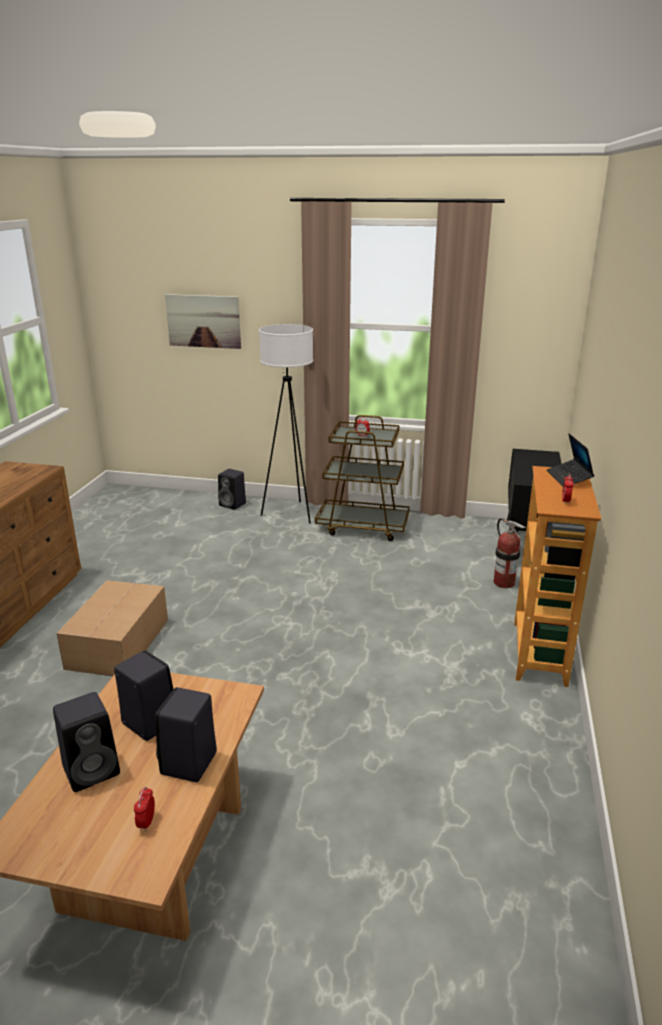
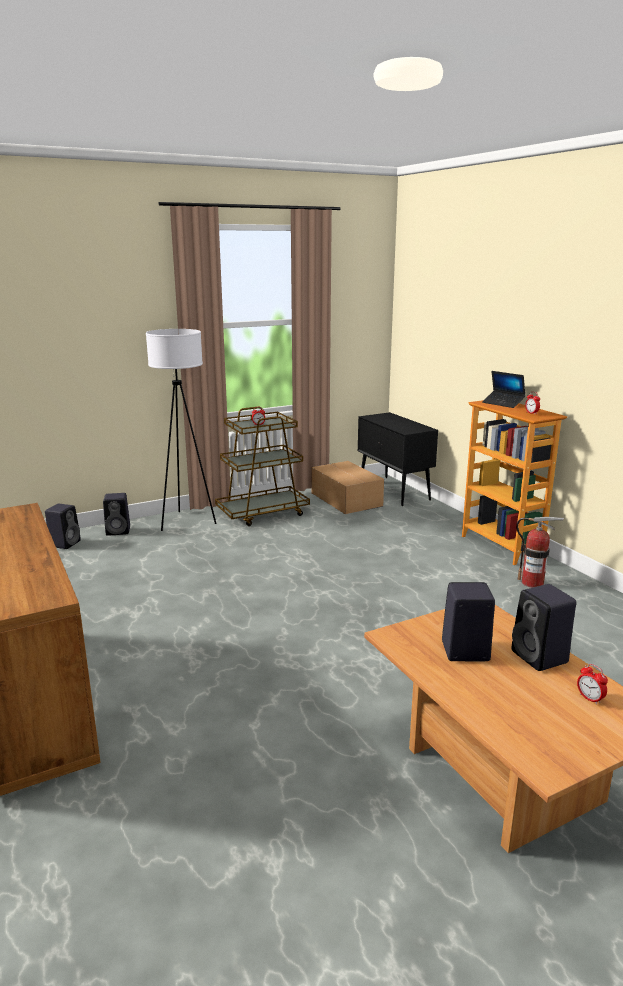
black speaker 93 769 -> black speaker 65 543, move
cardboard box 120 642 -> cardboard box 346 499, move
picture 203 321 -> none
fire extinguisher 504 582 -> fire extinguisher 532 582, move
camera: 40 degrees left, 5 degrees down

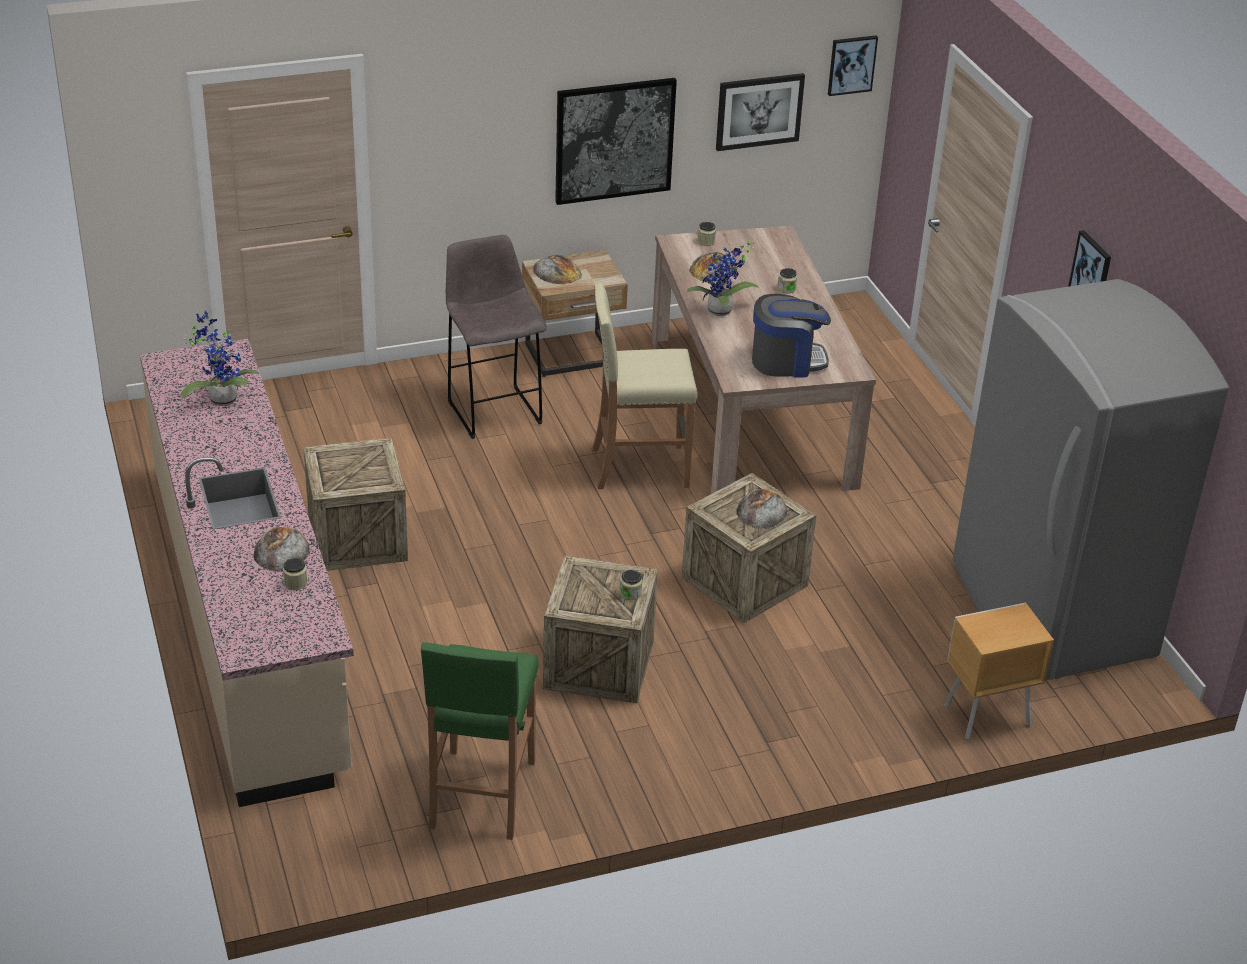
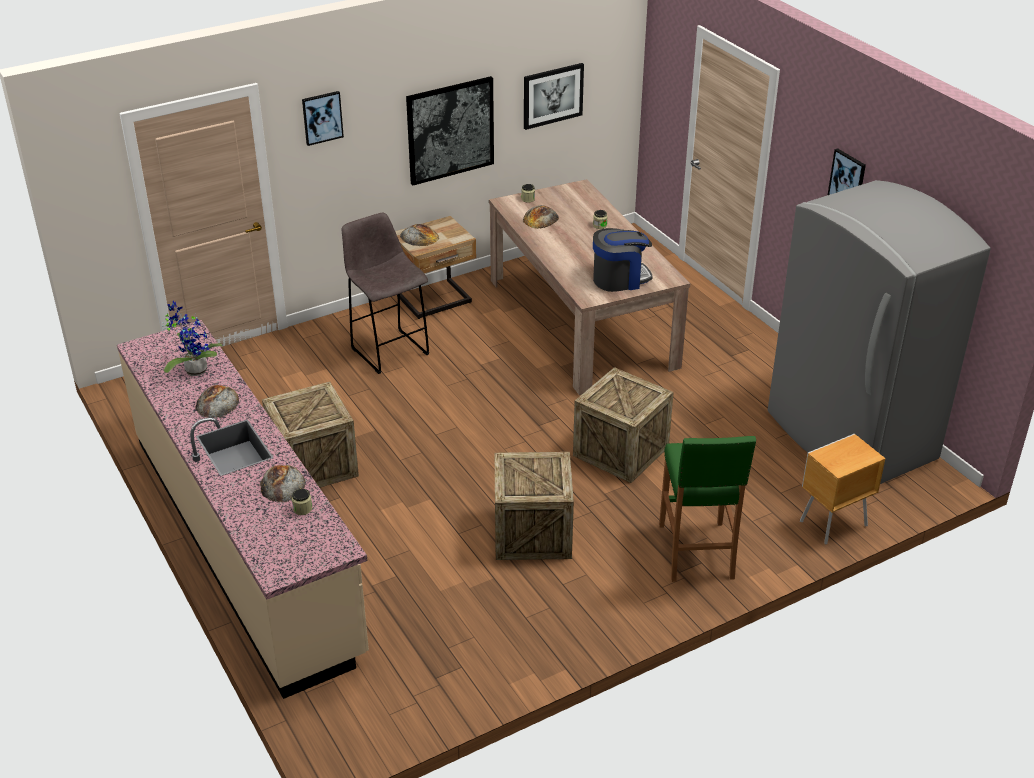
green stool 481 795 -> green stool 696 552, move
beige stool 638 467 -> none
jar 630 593 -> none
potted plant 721 312 -> none
bread 761 510 -> bread 217 403, move
picture 851 64 -> picture 322 117, move
camera: 10 degrees left, 0 degrees up

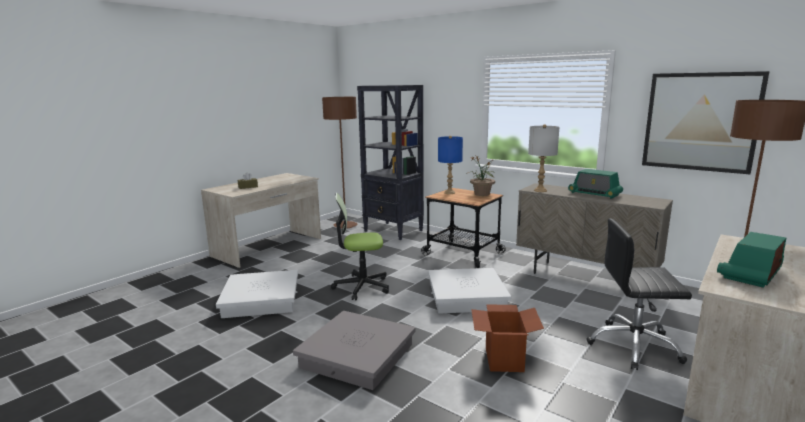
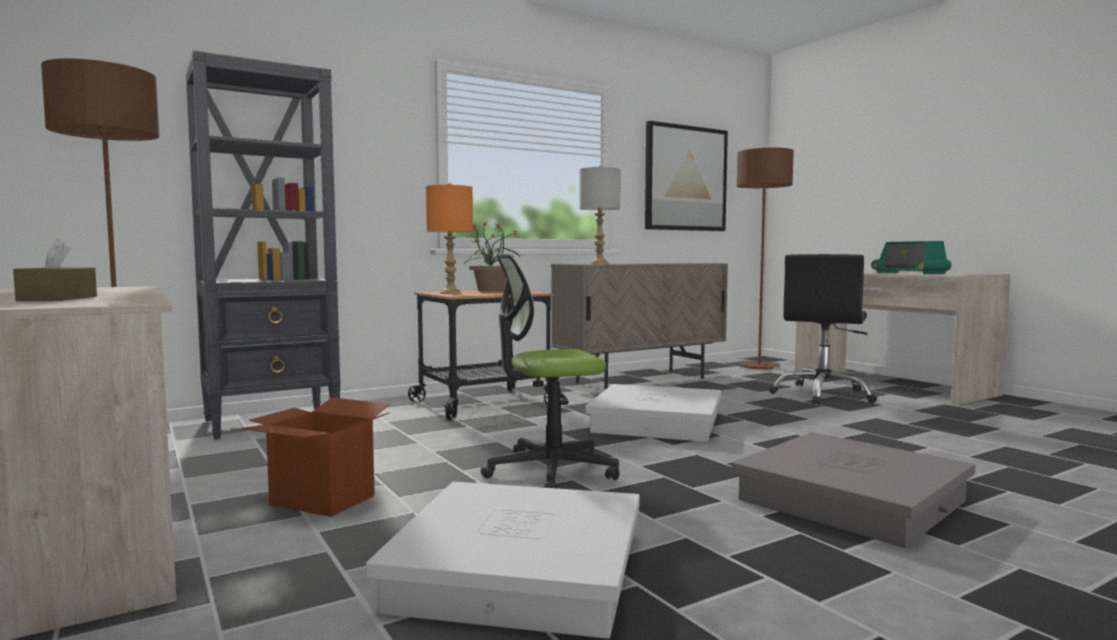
office chair 361 287 -> office chair 550 471, 60 degrees clockwise
blue table lamp 449 193 -> orange table lamp 450 293
cardboard box 504 359 -> cardboard box 322 500, move
radio 594 194 -> none
camera: 70 degrees left, 10 degrees down

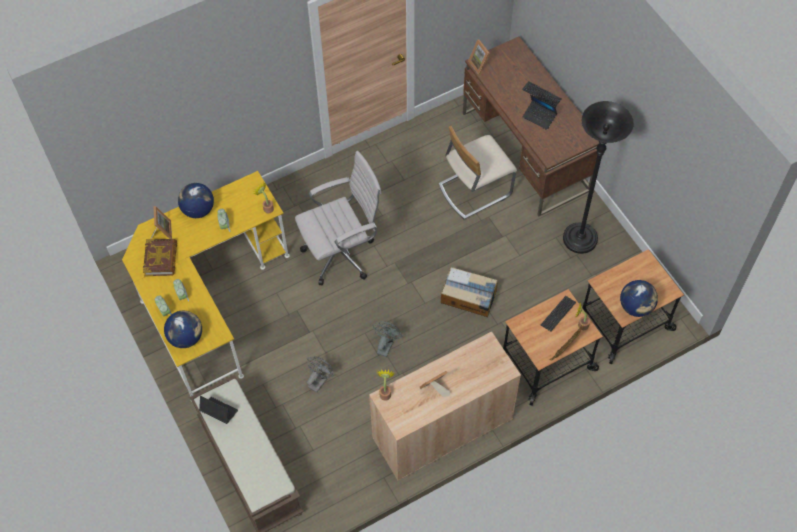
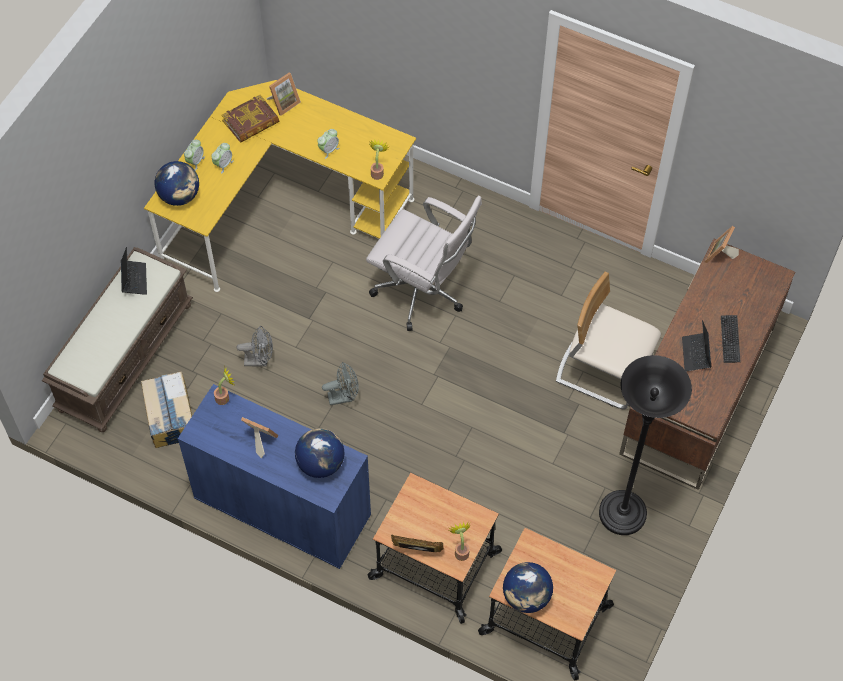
globe 198 210 -> globe 320 463, move
beige cabinet 442 429 -> blue cabinet 282 507
cardboard box 469 297 -> cardboard box 170 416, move
keyboard 558 314 -> none
camera: 55 degrees right, 0 degrees up

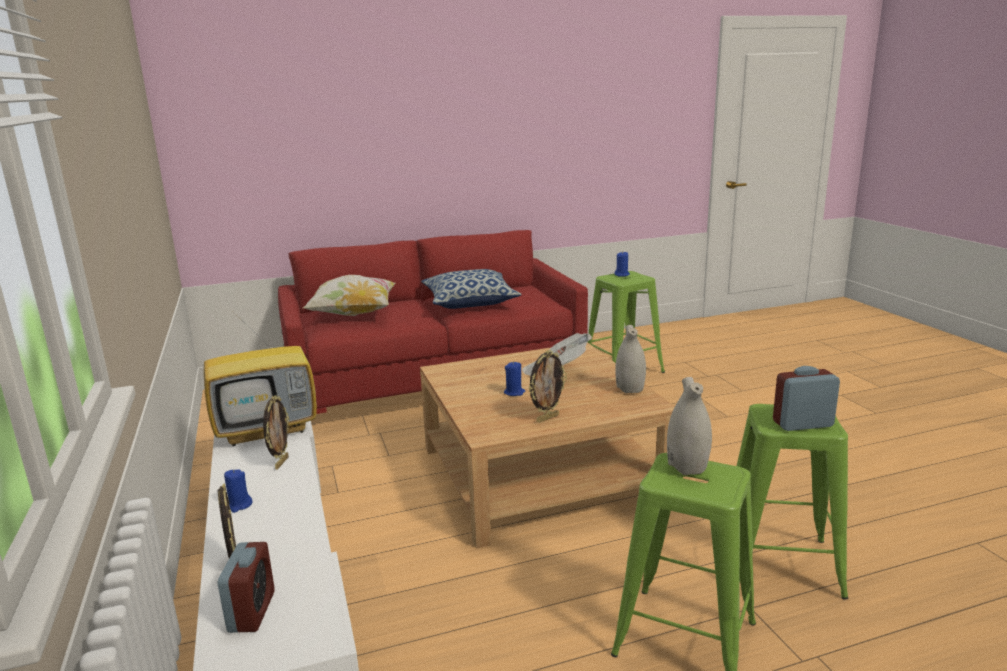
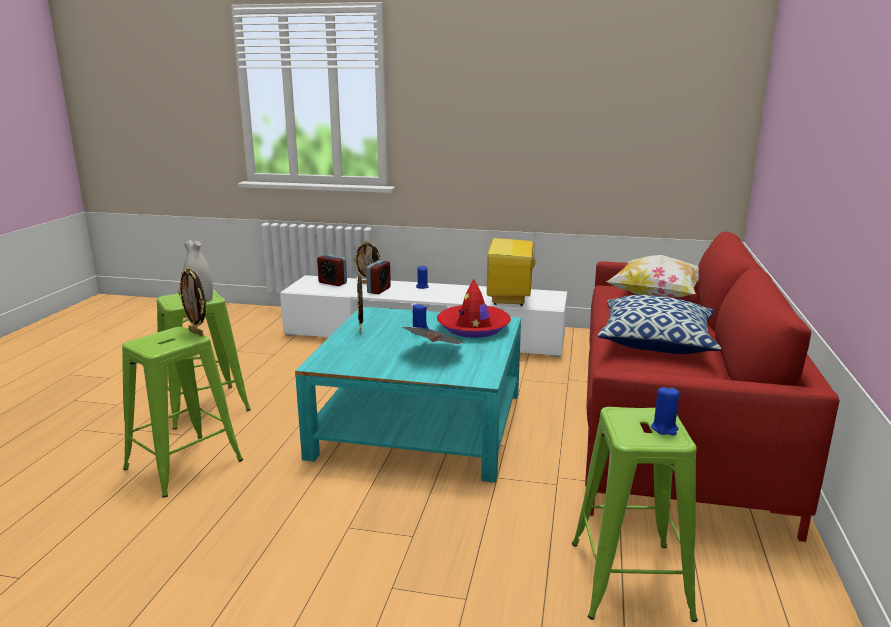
picture frame 281 463 -> picture frame 197 332, move
beige coffee table 540 473 -> turquoise coffee table 420 423
white vase 629 389 -> none
alarm clock 802 424 -> alarm clock 379 290, move
none -> red hat 473 328
camera: 120 degrees right, 0 degrees up

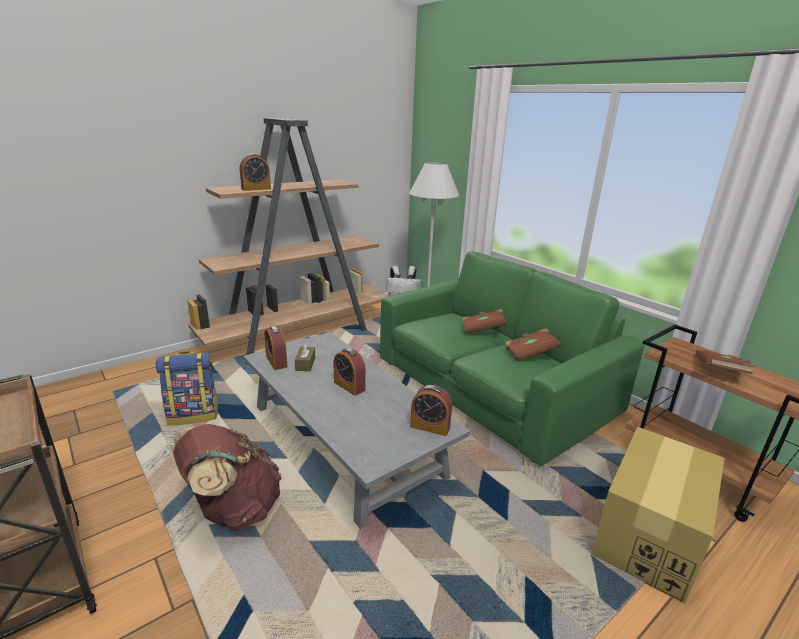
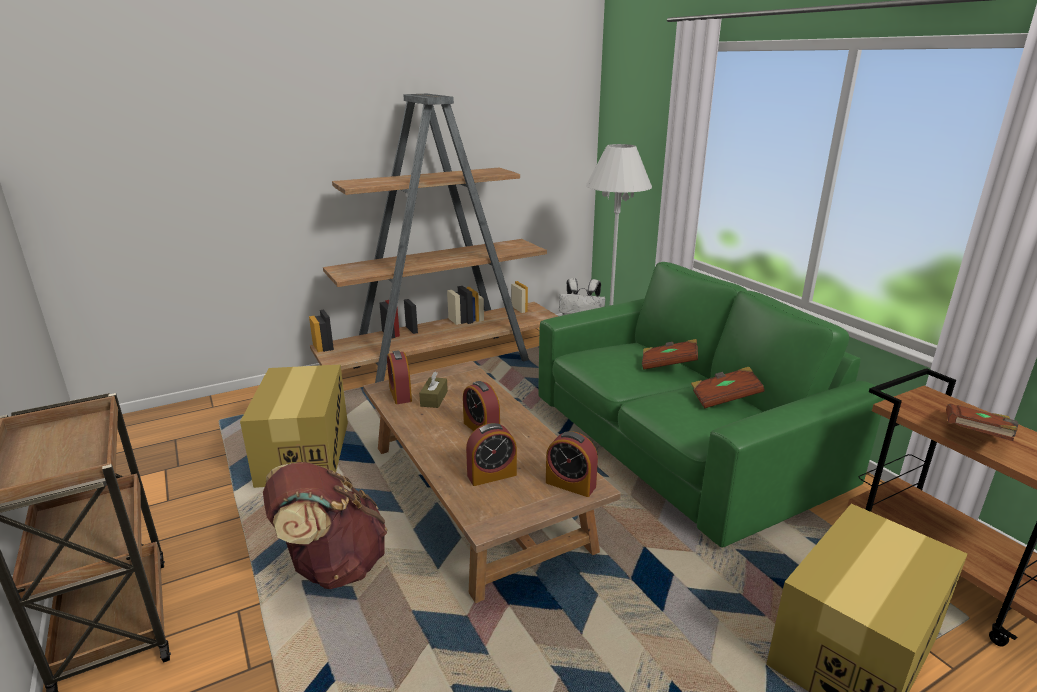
backpack 194 415 -> cardboard box 304 453
alarm clock 256 189 -> alarm clock 492 475, move
grey coffee table 346 439 -> brown coffee table 478 495
camera: 10 degrees right, 0 degrees up

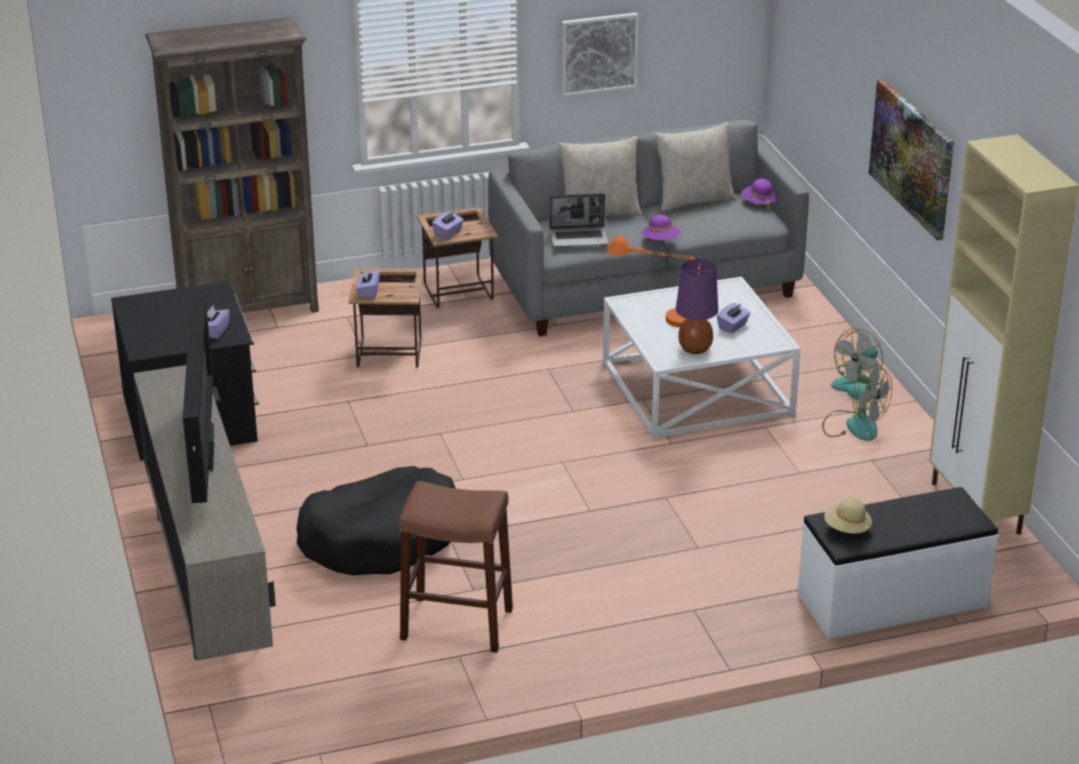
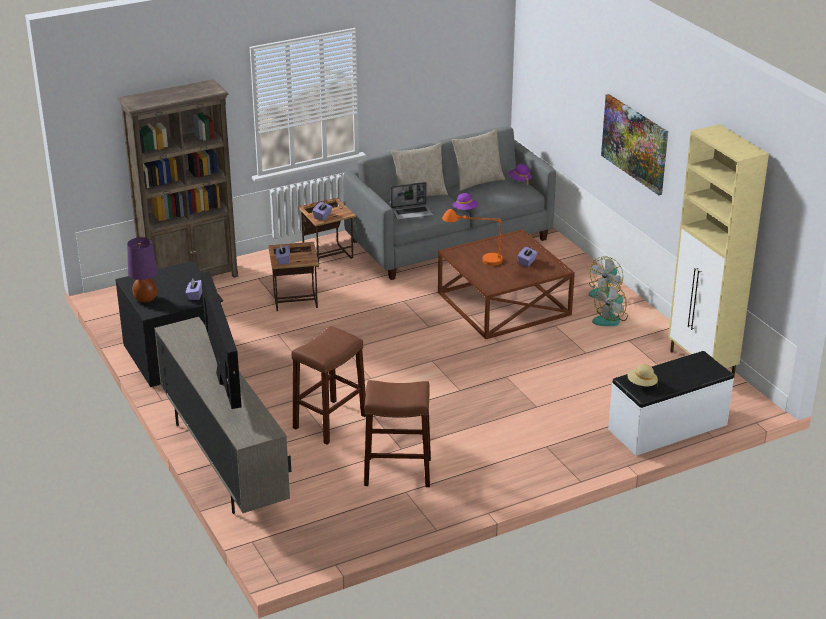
black dog bed 381 538 -> brown stool 330 422
picture 598 53 -> none
white coffee table 696 386 -> brown coffee table 503 303
purple table lamp 695 348 -> purple table lamp 146 299, move
fan 854 425 -> fan 610 319, 105 degrees clockwise
camera: 10 degrees left, 0 degrees up

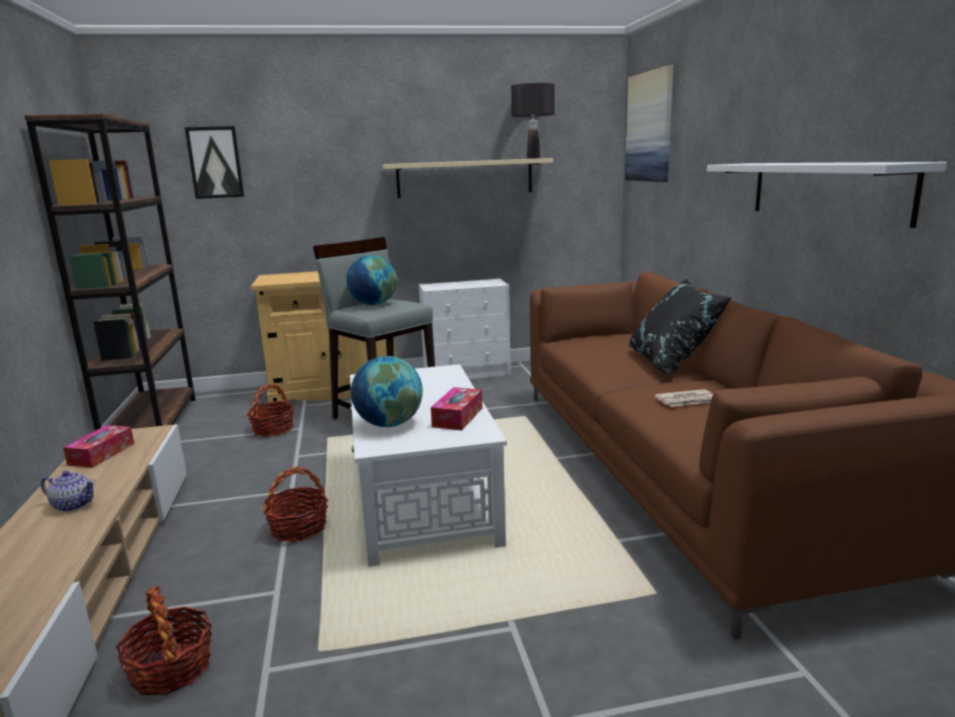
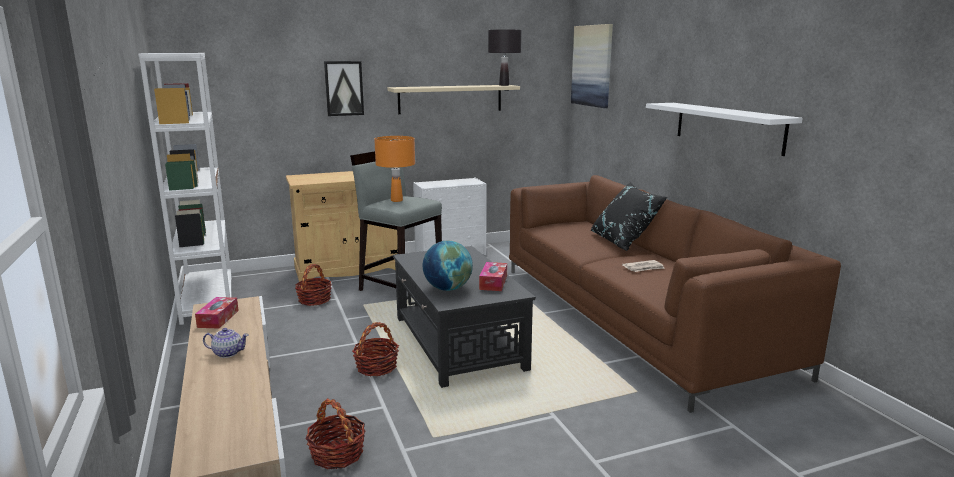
brown bookcase 153 424 -> white bookcase 208 299
picture 215 162 -> picture 344 88, move
globe 373 304 -> orange table lamp 396 200
white coffee table 422 498 -> black coffee table 458 343
camera: 10 degrees left, 0 degrees up

